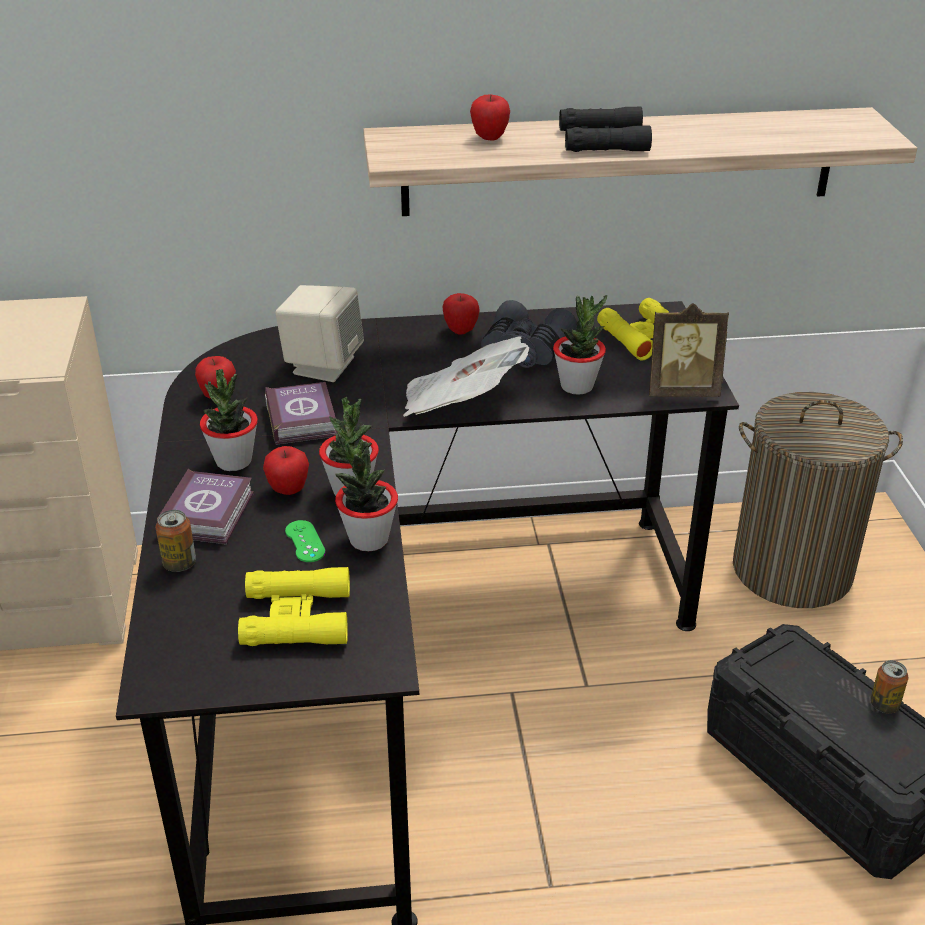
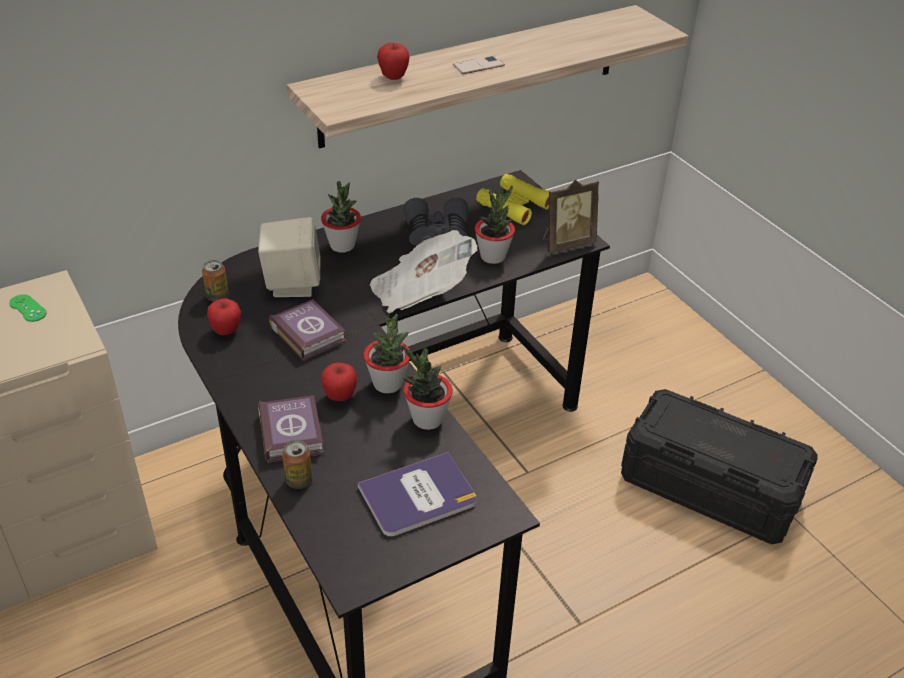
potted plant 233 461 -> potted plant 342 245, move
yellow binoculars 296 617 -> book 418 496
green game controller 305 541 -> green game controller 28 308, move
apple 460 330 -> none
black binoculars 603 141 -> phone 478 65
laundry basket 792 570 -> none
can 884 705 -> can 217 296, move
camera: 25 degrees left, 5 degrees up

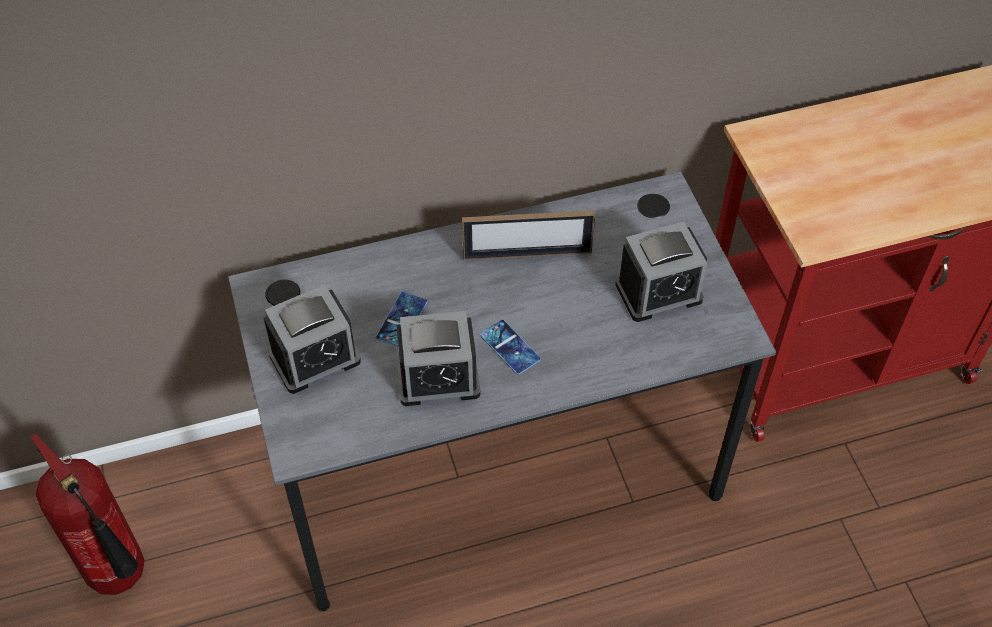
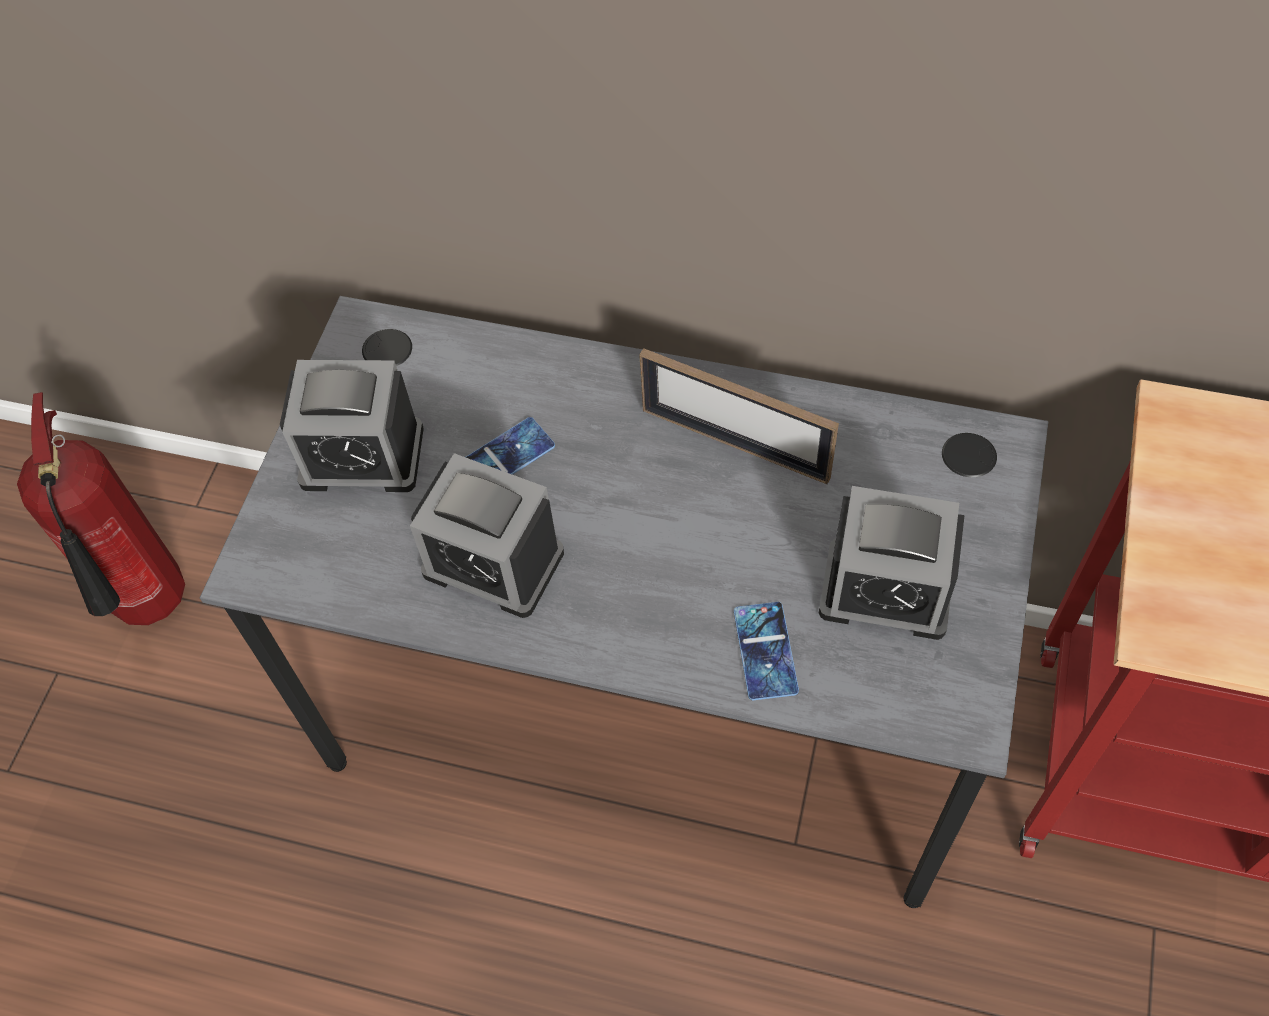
phone 510 347 -> phone 765 651, move
camera: 35 degrees right, 5 degrees up

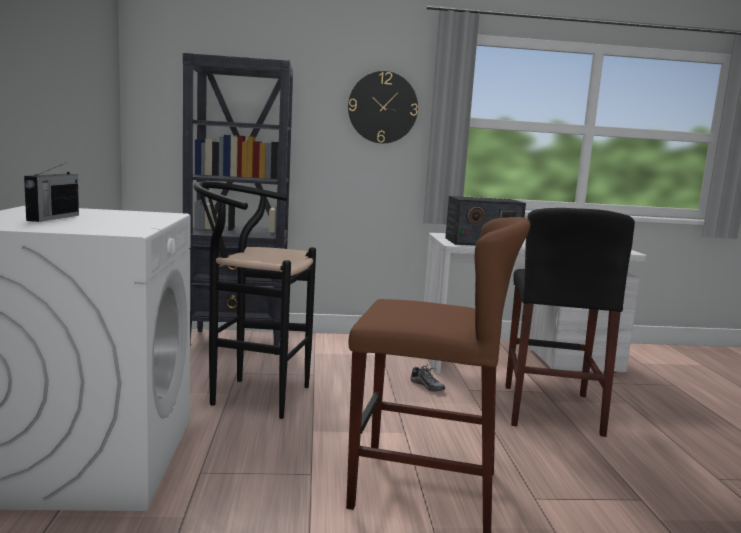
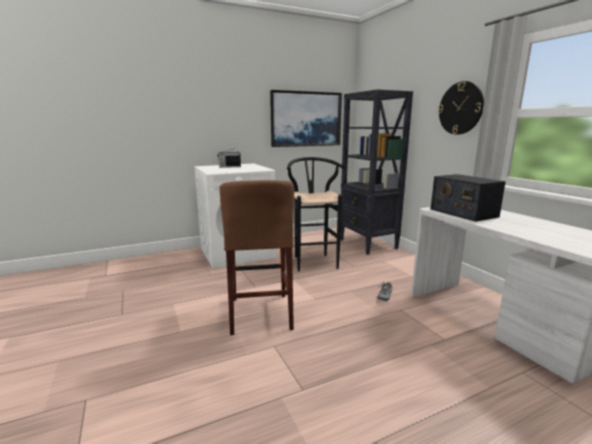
black stool 550 409 -> none
none -> picture 306 119
camera: 70 degrees right, 5 degrees up

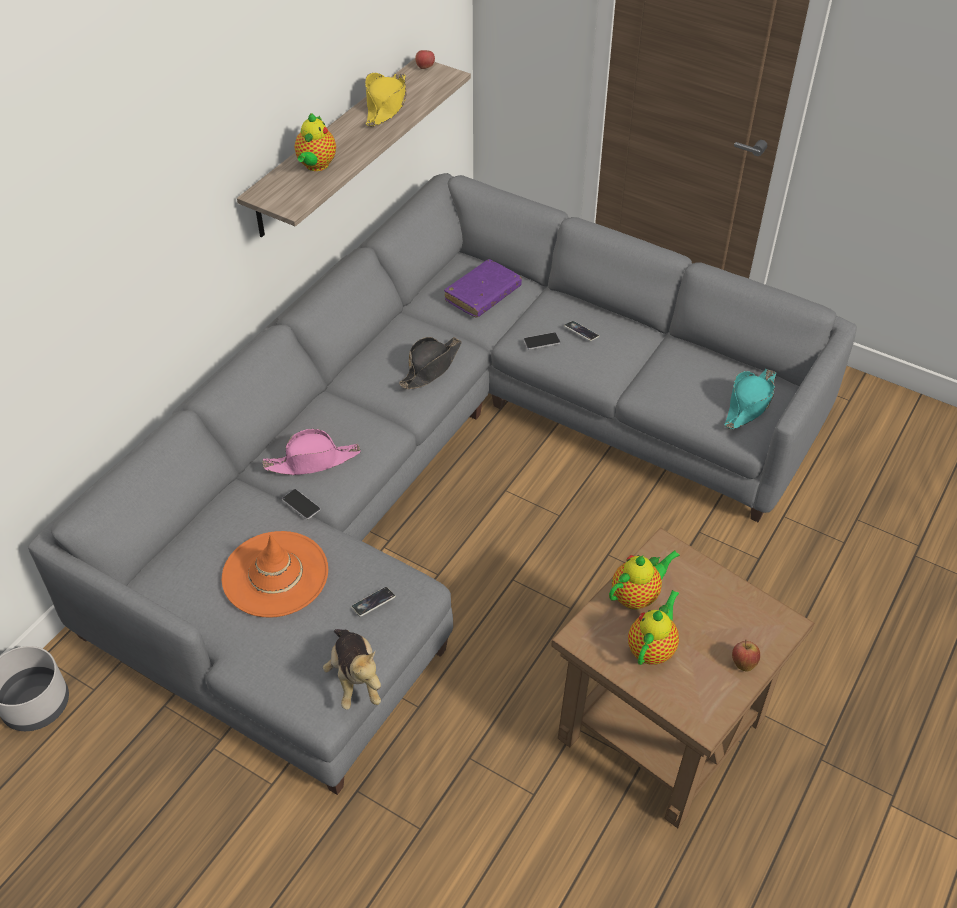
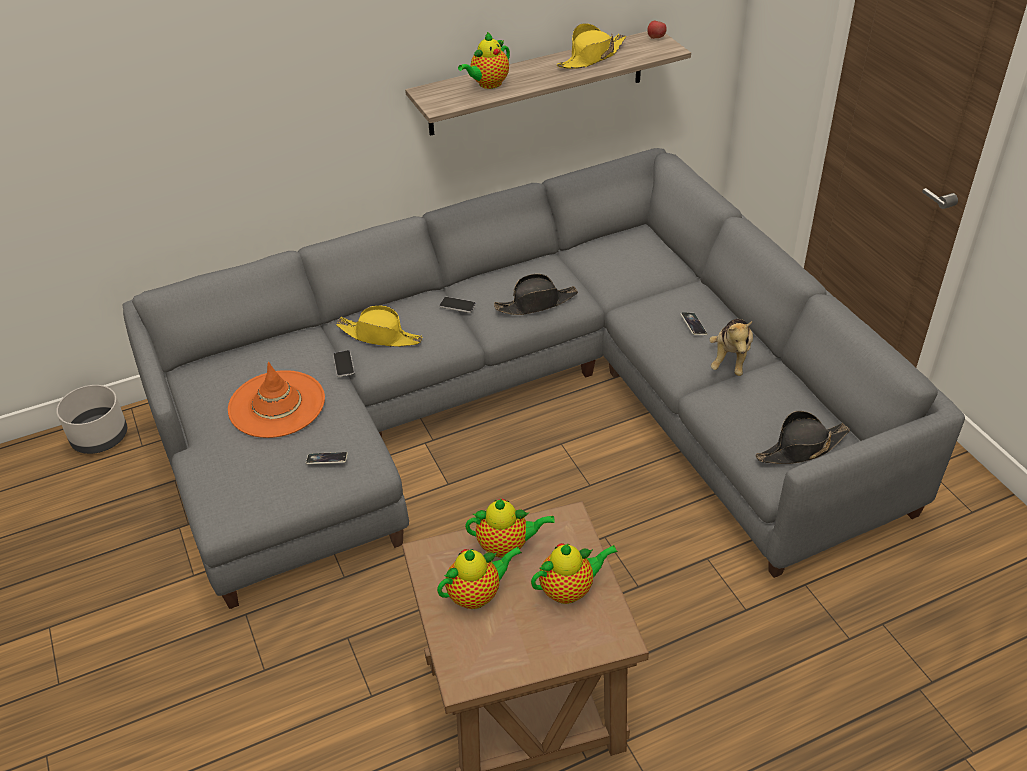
pink hat 313 461 -> yellow hat 380 336
plush toy 355 679 -> plush toy 730 359, move
purple book 483 295 -> none
phone 541 341 -> phone 457 305, move
turquoise hat 749 404 -> black hat 801 448
apple 743 663 -> none
none -> teapot 570 589
camera: 35 degrees right, 5 degrees down

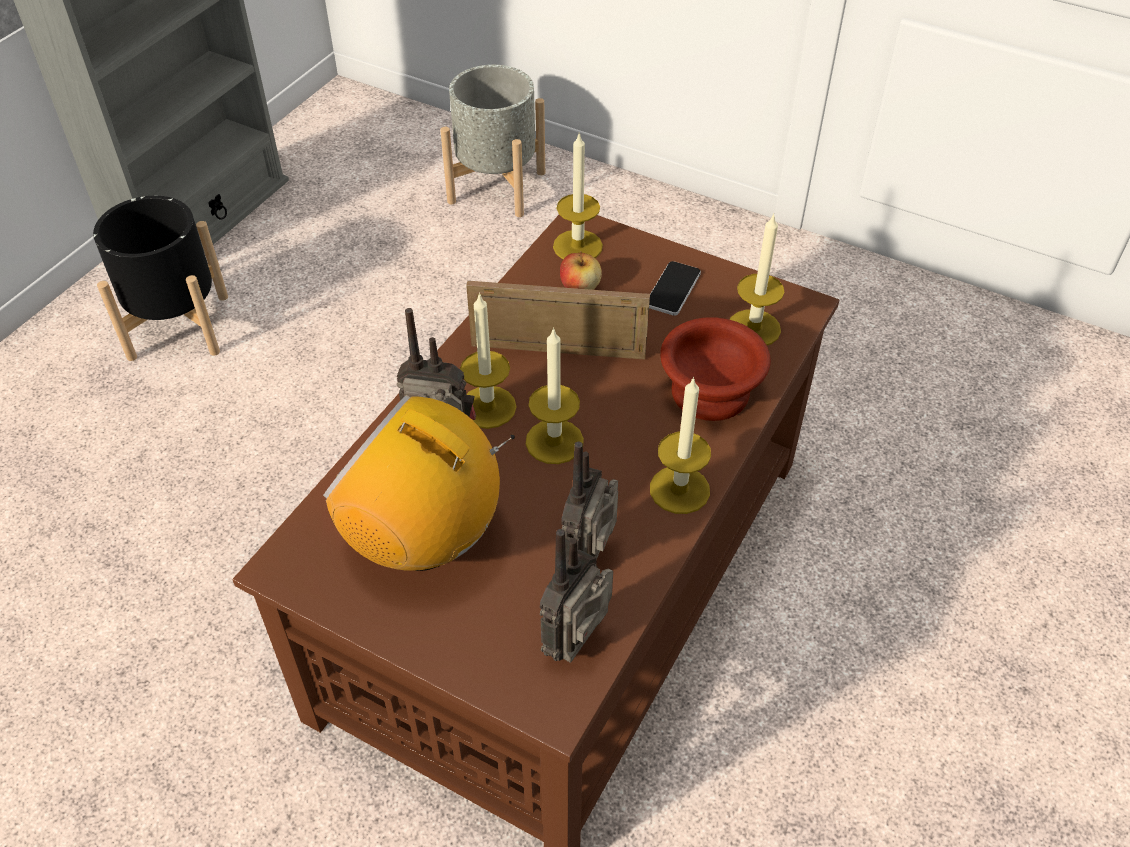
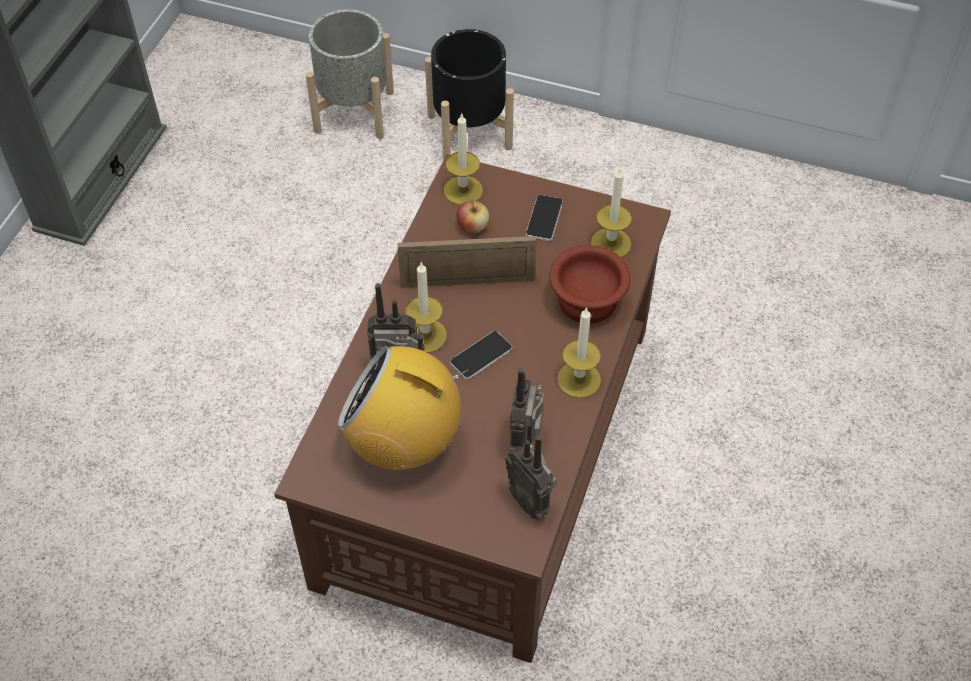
black planter 178 326 -> black planter 469 132, move
candle 554 441 -> phone 481 356
radio 579 643 -> radio 530 501, 60 degrees counterclockwise
camera: 10 degrees left, 5 degrees up

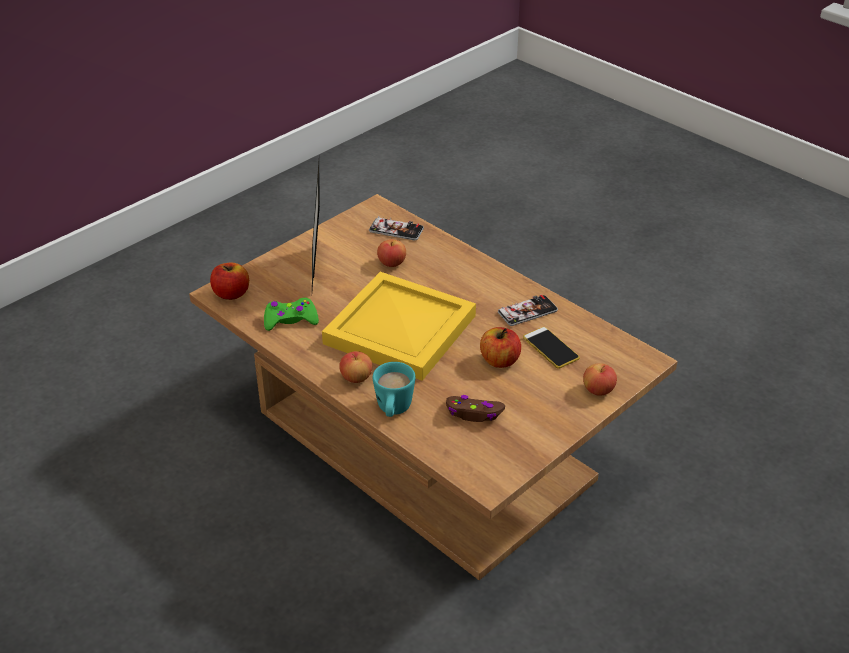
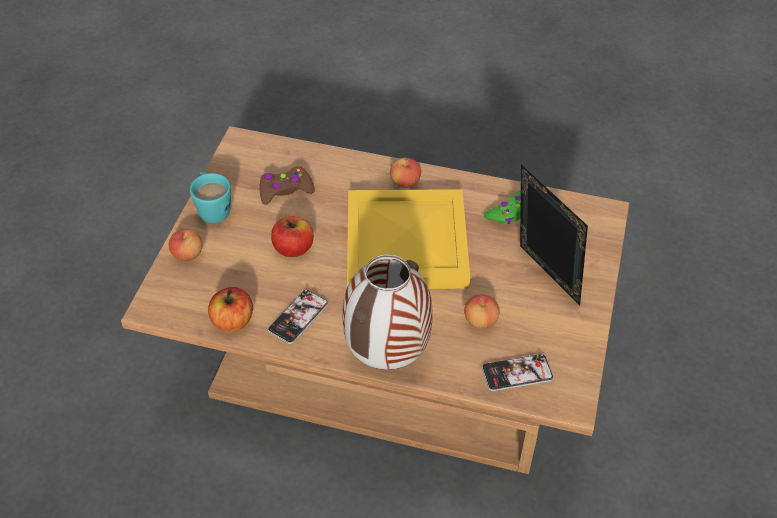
apple 231 293 -> apple 233 321, move
turquoise mug 393 411 -> turquoise mug 212 208, move
phone 550 348 -> none
none -> vase 387 357
camera: 150 degrees right, 10 degrees up

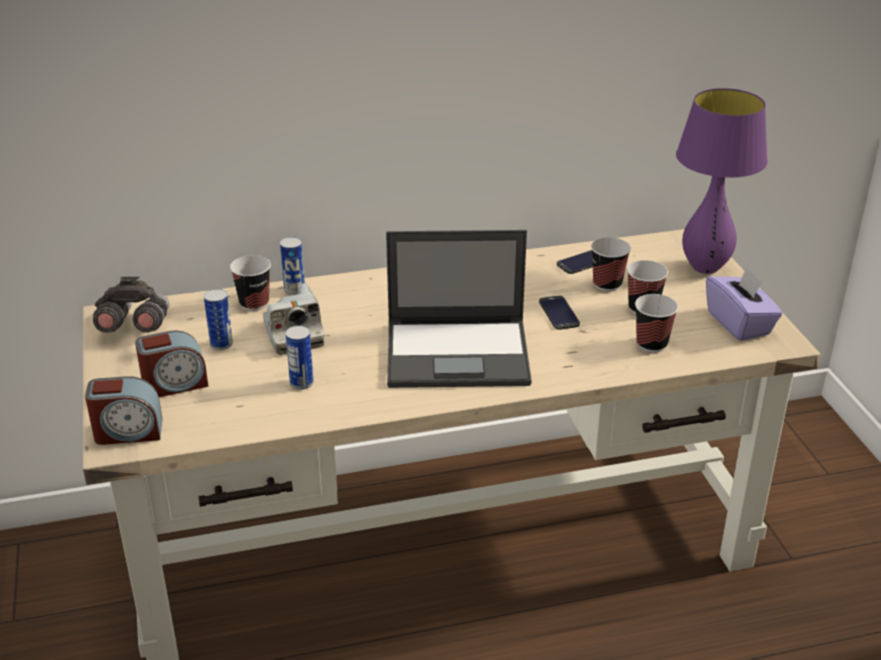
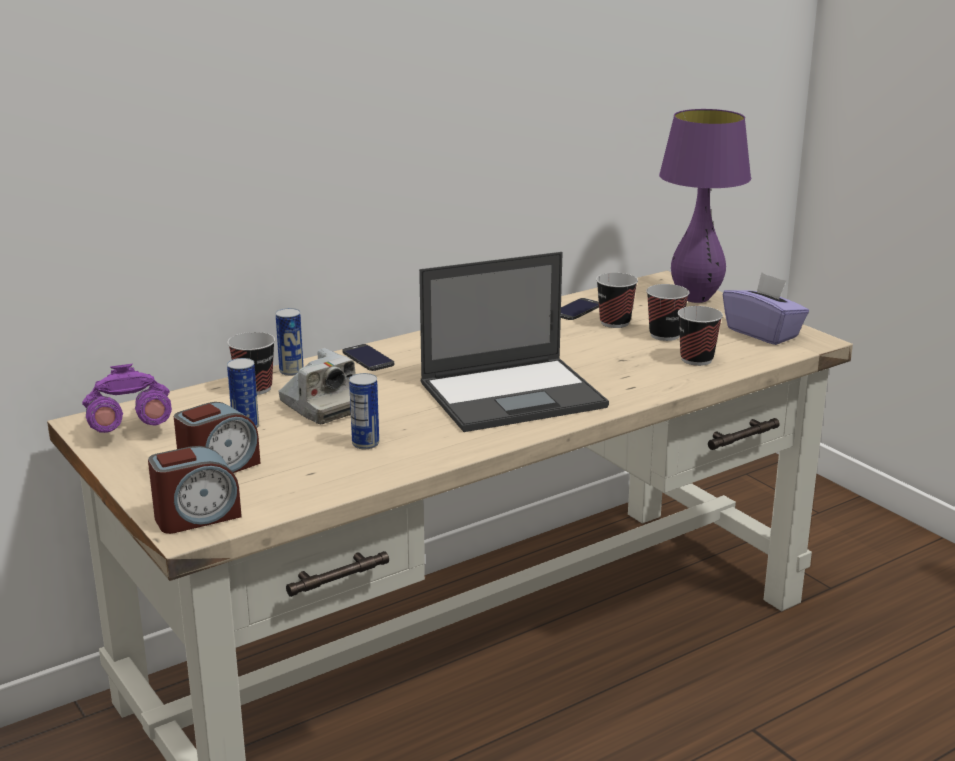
grey binoculars 134 327 -> purple binoculars 128 428
phone 559 313 -> phone 368 358, move
camera: 20 degrees left, 10 degrees down

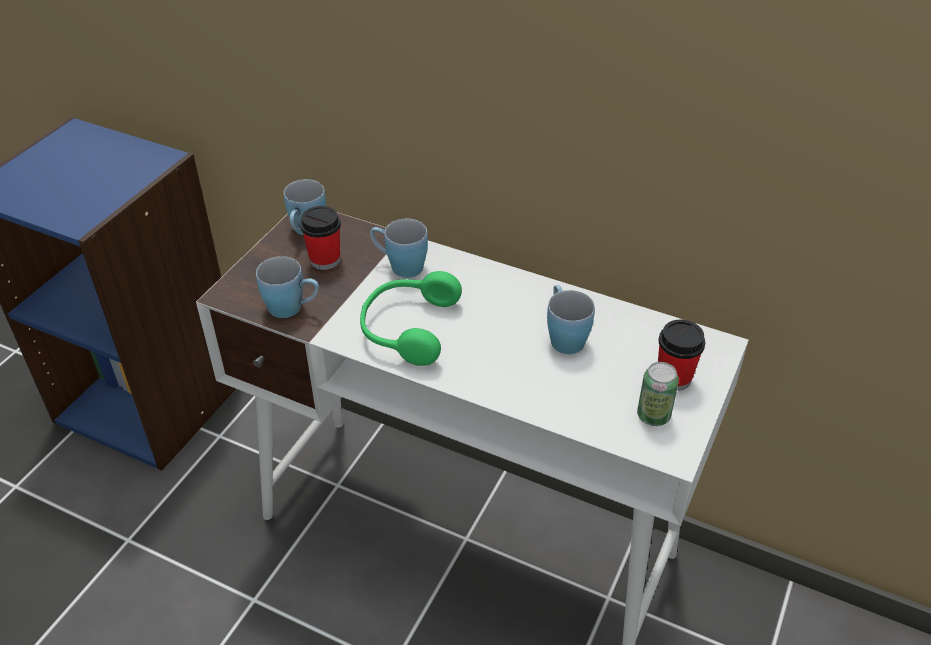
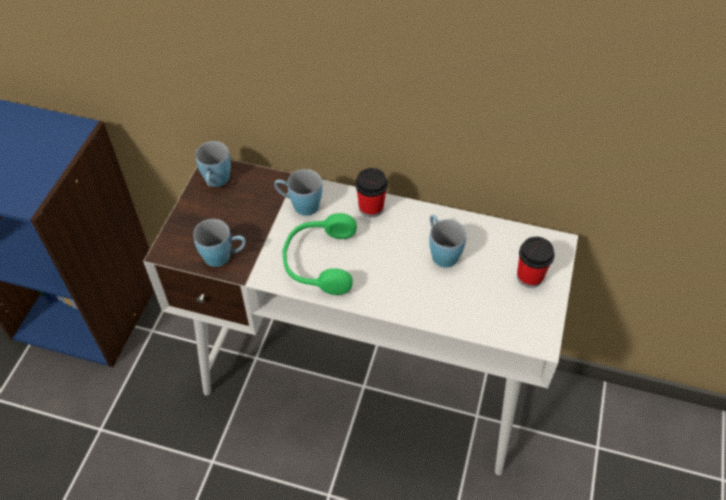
cup 325 260 -> cup 371 208, move
can 653 416 -> none
camera: 10 degrees left, 10 degrees up

